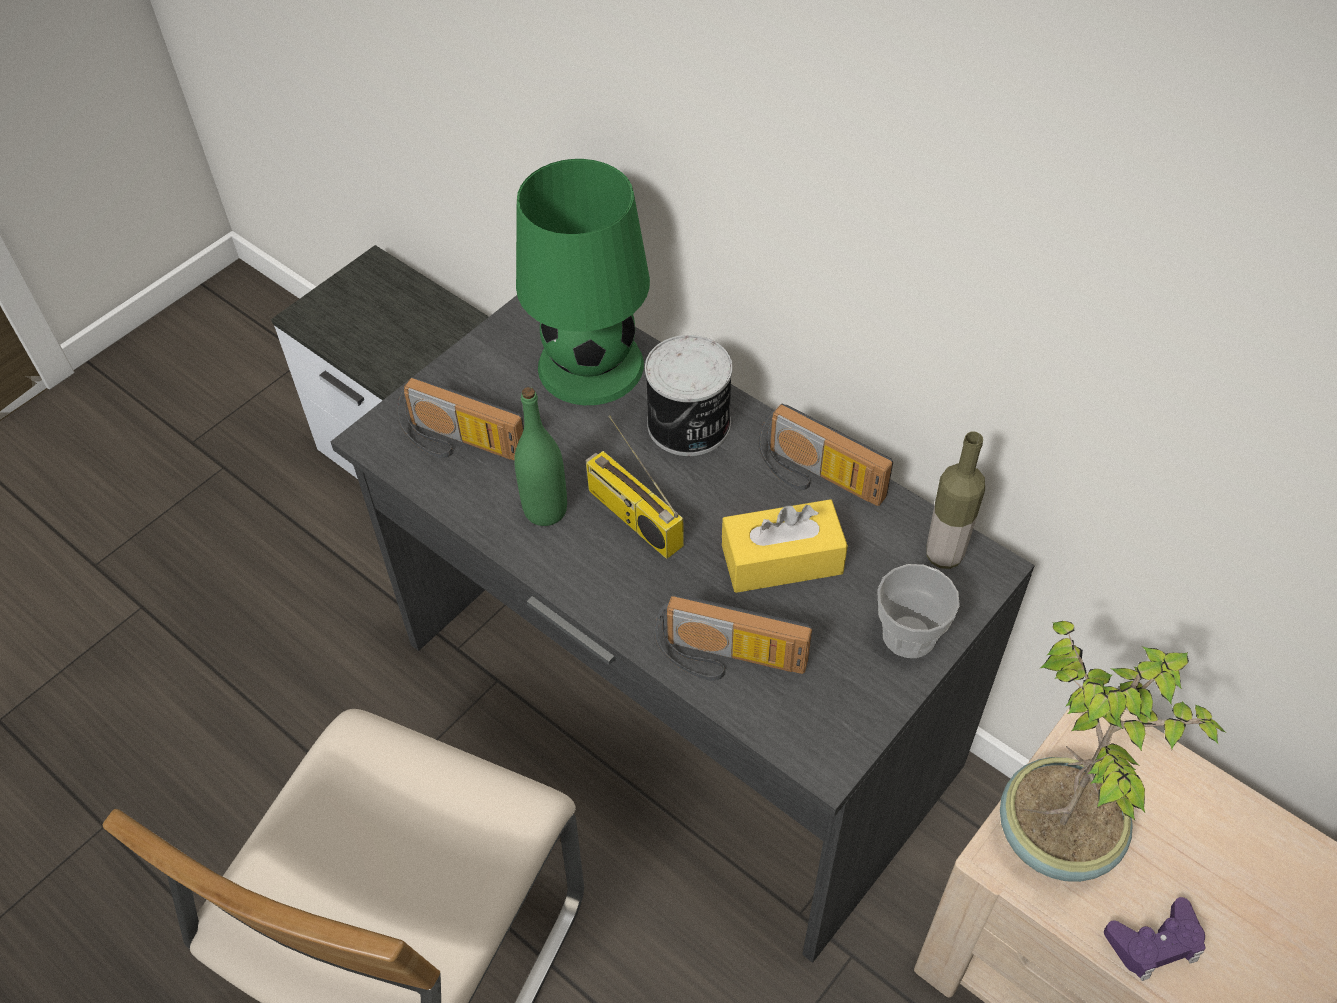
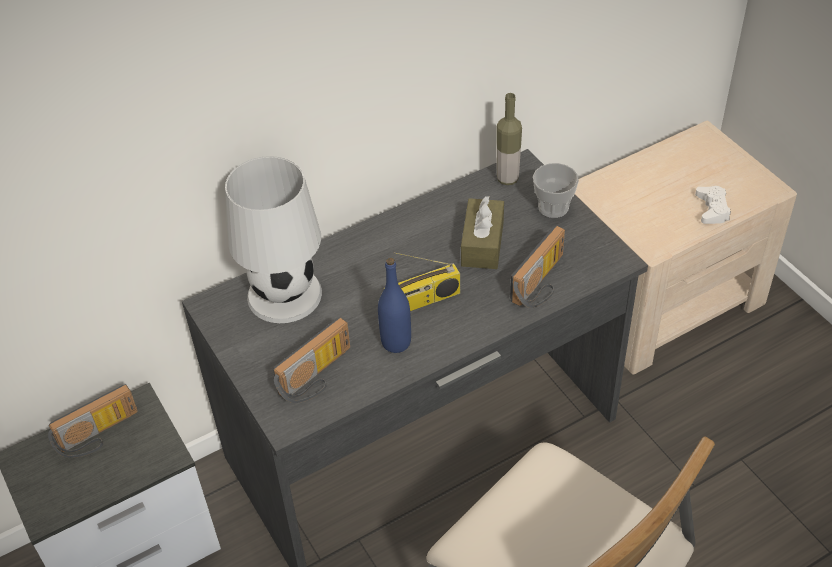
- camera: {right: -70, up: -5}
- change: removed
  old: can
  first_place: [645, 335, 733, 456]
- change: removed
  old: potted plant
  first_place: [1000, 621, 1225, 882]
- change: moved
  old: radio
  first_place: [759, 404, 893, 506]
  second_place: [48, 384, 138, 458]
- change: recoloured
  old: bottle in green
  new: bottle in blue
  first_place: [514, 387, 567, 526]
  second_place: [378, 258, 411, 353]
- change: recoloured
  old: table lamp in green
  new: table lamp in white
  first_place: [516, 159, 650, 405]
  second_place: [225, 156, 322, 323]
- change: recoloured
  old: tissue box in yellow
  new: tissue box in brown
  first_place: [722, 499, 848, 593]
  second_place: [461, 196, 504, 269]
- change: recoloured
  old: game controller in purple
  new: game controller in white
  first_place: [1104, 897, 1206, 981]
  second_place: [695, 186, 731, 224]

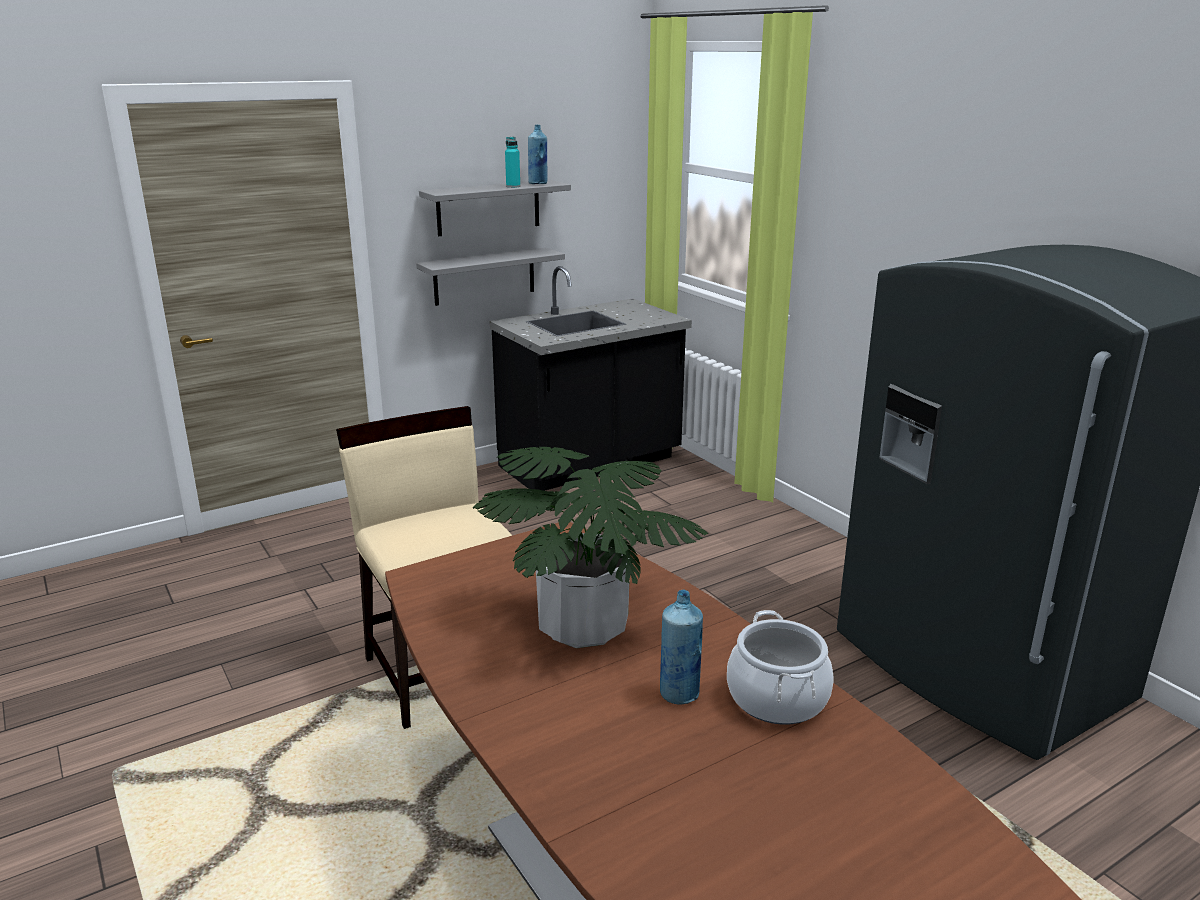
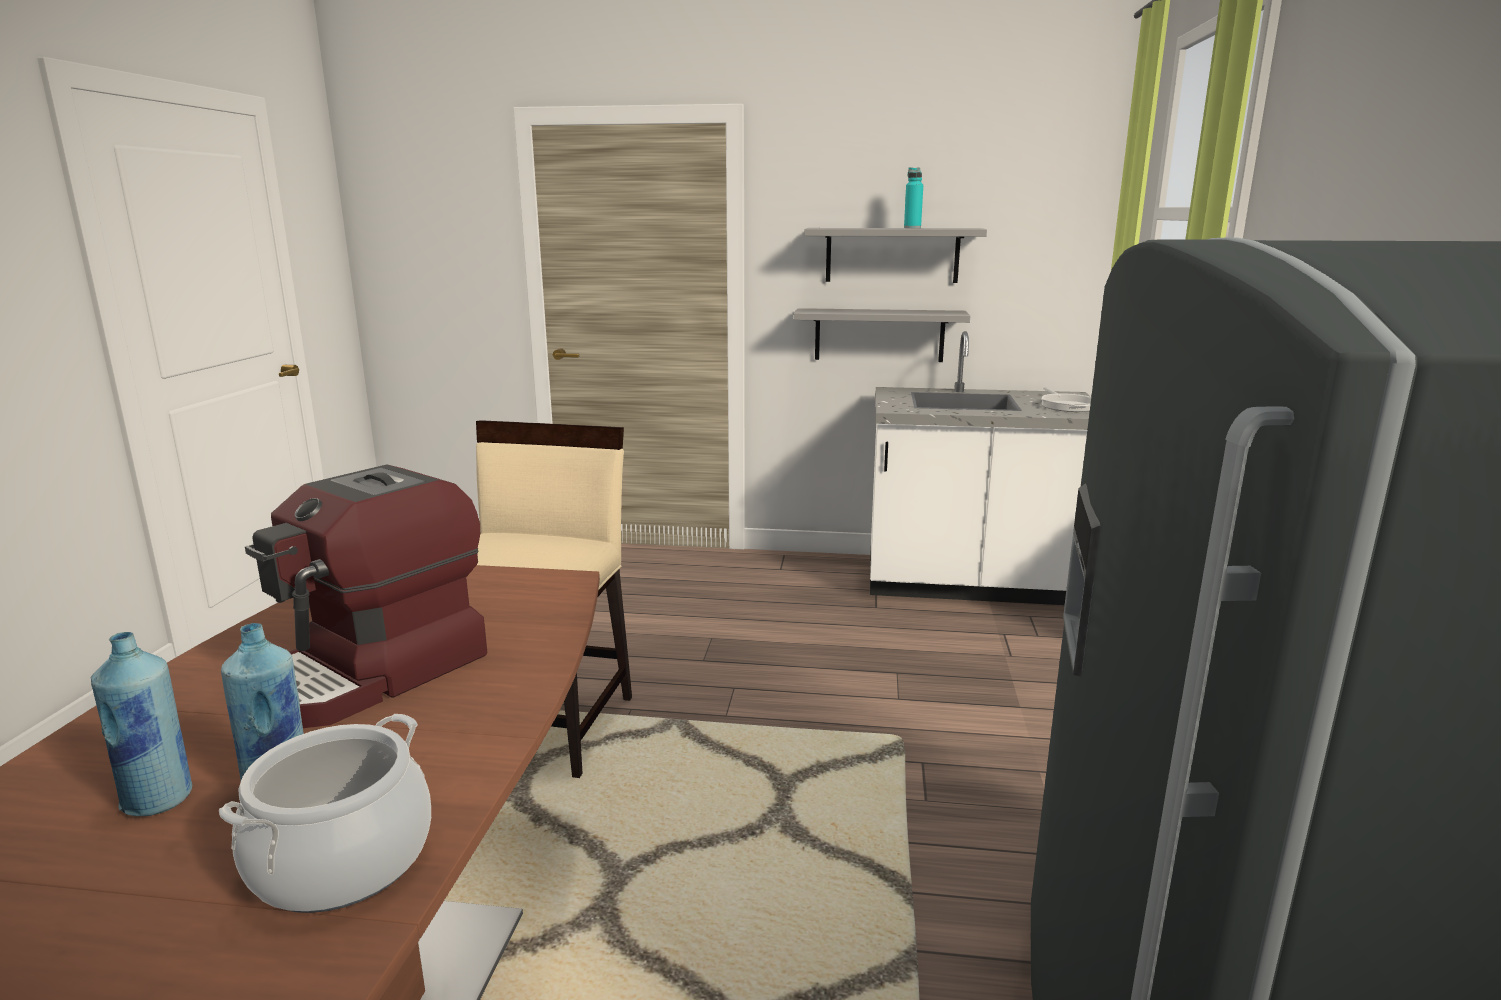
- camera: {right: 40, up: -5}
- change: added
  new: frying pan
  second_place: [1041, 387, 1091, 412]
- change: moved
  old: bottle in blue
  first_place: [528, 125, 547, 184]
  second_place: [90, 632, 192, 816]
- change: replaced
  old: potted plant
  new: coffee machine
  first_place: [473, 447, 708, 648]
  second_place: [245, 464, 487, 728]
- change: recoloured
  old: counter in black
  new: counter in white
  first_place: [490, 266, 692, 491]
  second_place: [870, 331, 1091, 605]

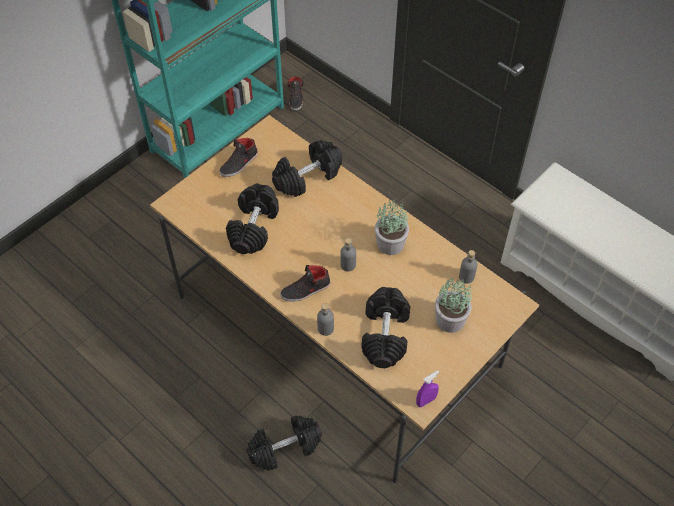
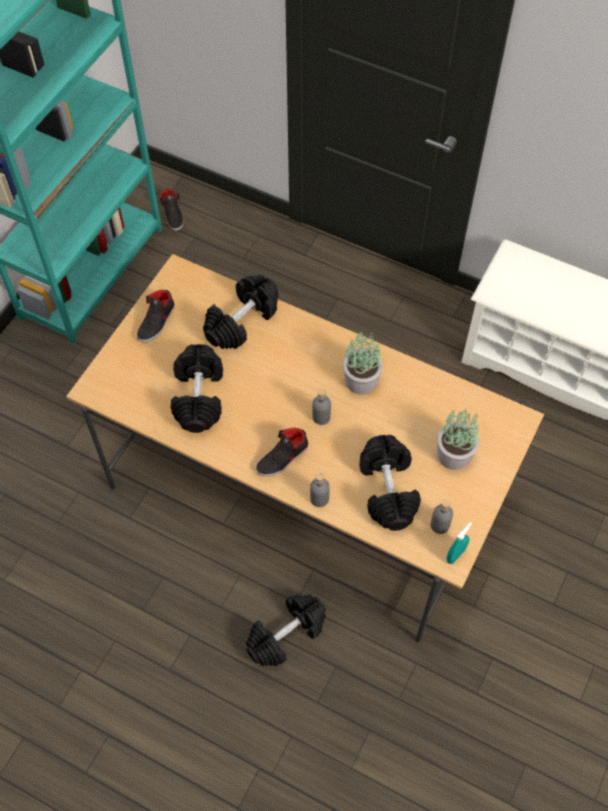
- camera: {right: -15, up: 5}
- change: moved
  old: bottle in grey
  first_place: [459, 250, 478, 284]
  second_place: [431, 500, 453, 534]
- change: recoloured
  old: spray bottle in purple
  new: spray bottle in turquoise
  first_place: [416, 370, 439, 407]
  second_place: [446, 522, 472, 564]

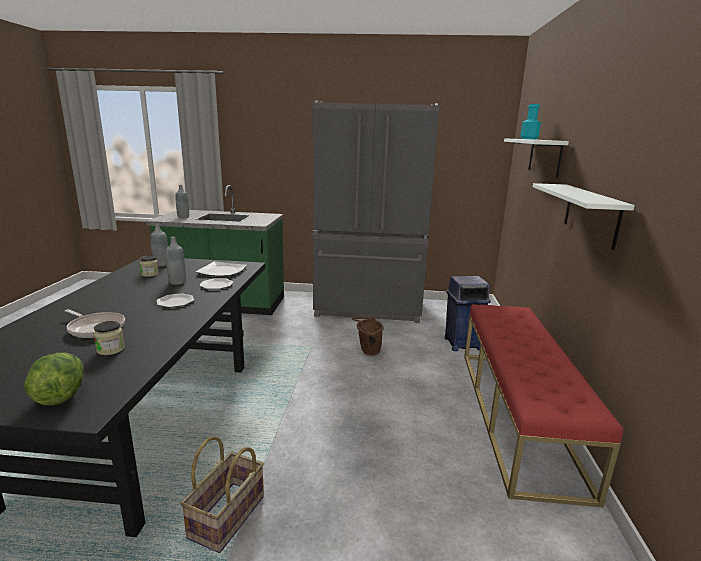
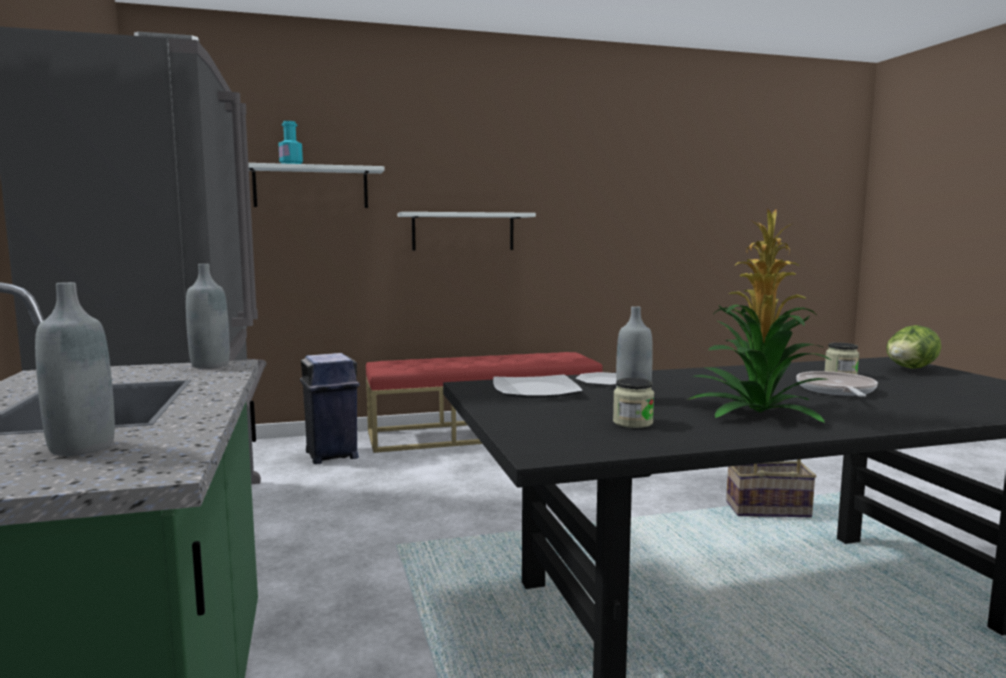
- camera: {right: -110, up: -10}
- change: removed
  old: plate
  first_place: [156, 294, 194, 308]
- change: removed
  old: bucket in brown
  first_place: [352, 316, 384, 356]
- change: added
  new: potted plant
  second_place: [687, 208, 832, 423]
- change: moved
  old: bottle in grey
  first_place: [150, 223, 168, 266]
  second_place: [186, 264, 230, 368]

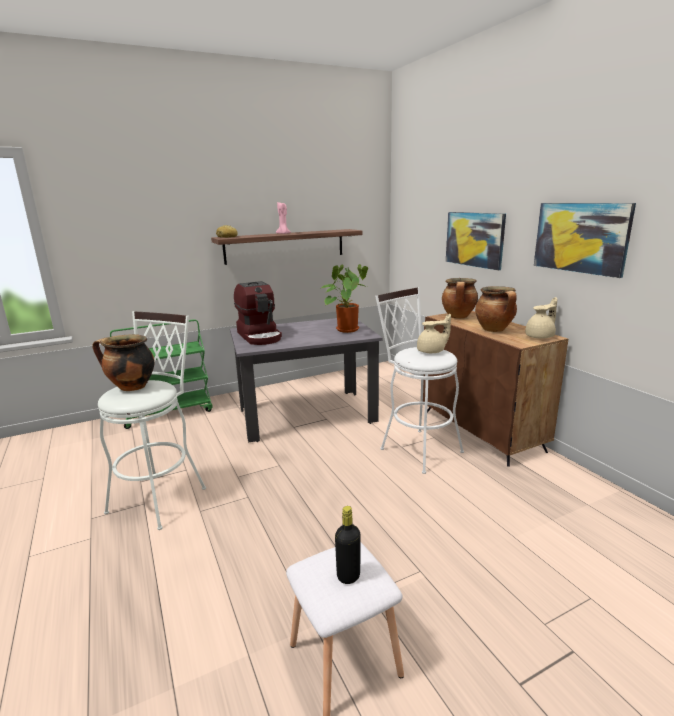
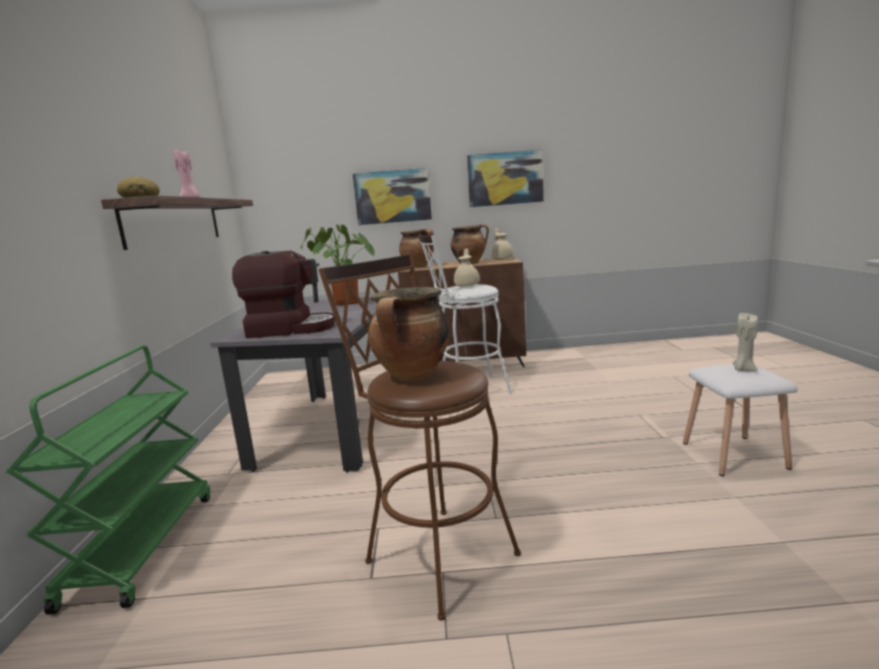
- camera: {right: -65, up: -5}
- change: replaced
  old: bottle in black
  new: candle in beige
  first_place: [335, 506, 361, 584]
  second_place: [732, 313, 758, 371]
- change: recoloured
  old: stool in white
  new: stool in brown
  first_place: [98, 311, 206, 530]
  second_place: [318, 254, 521, 621]

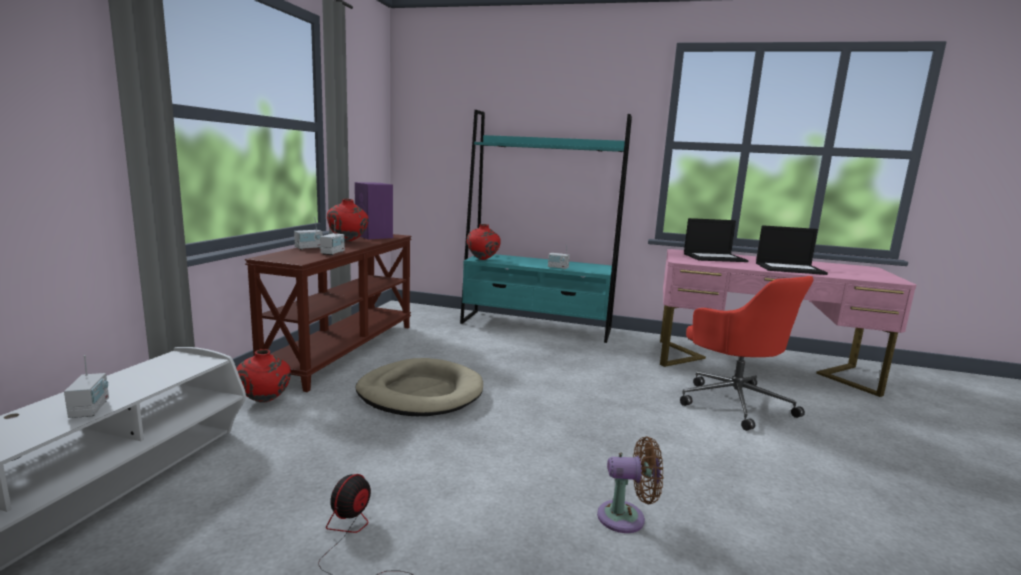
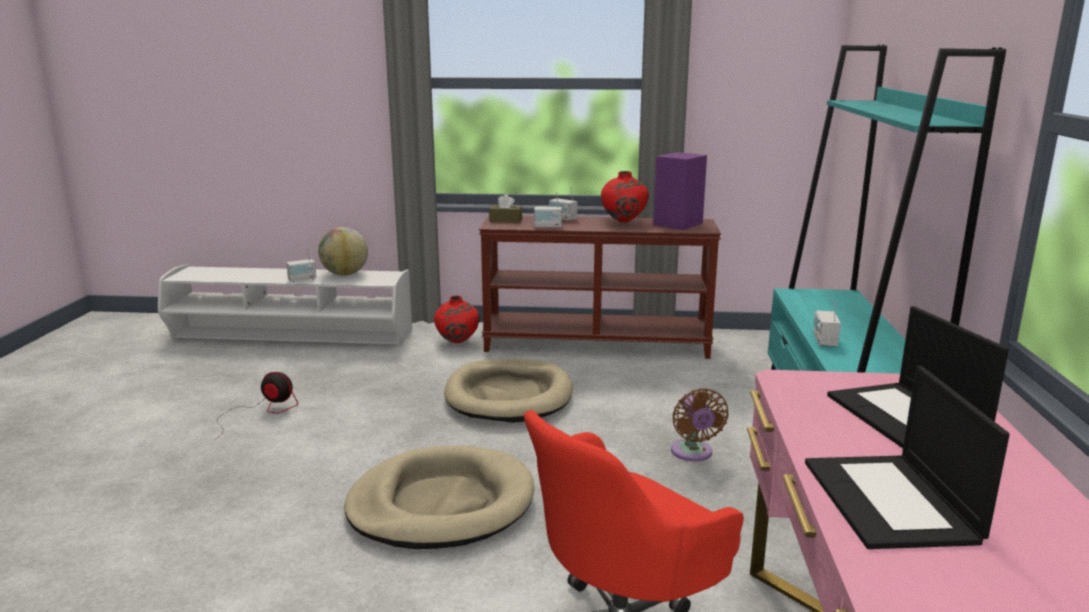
- camera: {right: 80, up: 5}
- change: removed
  old: vase in red
  first_place: [467, 224, 501, 260]
- change: added
  new: globe
  second_place: [318, 227, 368, 276]
- change: added
  new: dog bed in beige
  second_place: [345, 446, 534, 549]
- change: added
  new: tissue box in brown
  second_place: [489, 194, 522, 223]
- change: moved
  old: fan in brown
  first_place: [597, 436, 663, 533]
  second_place: [671, 388, 729, 461]

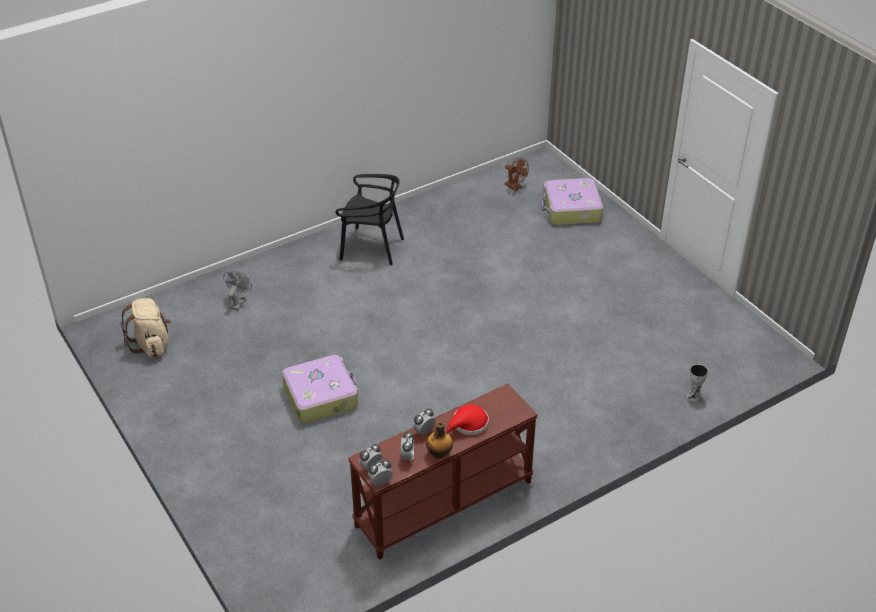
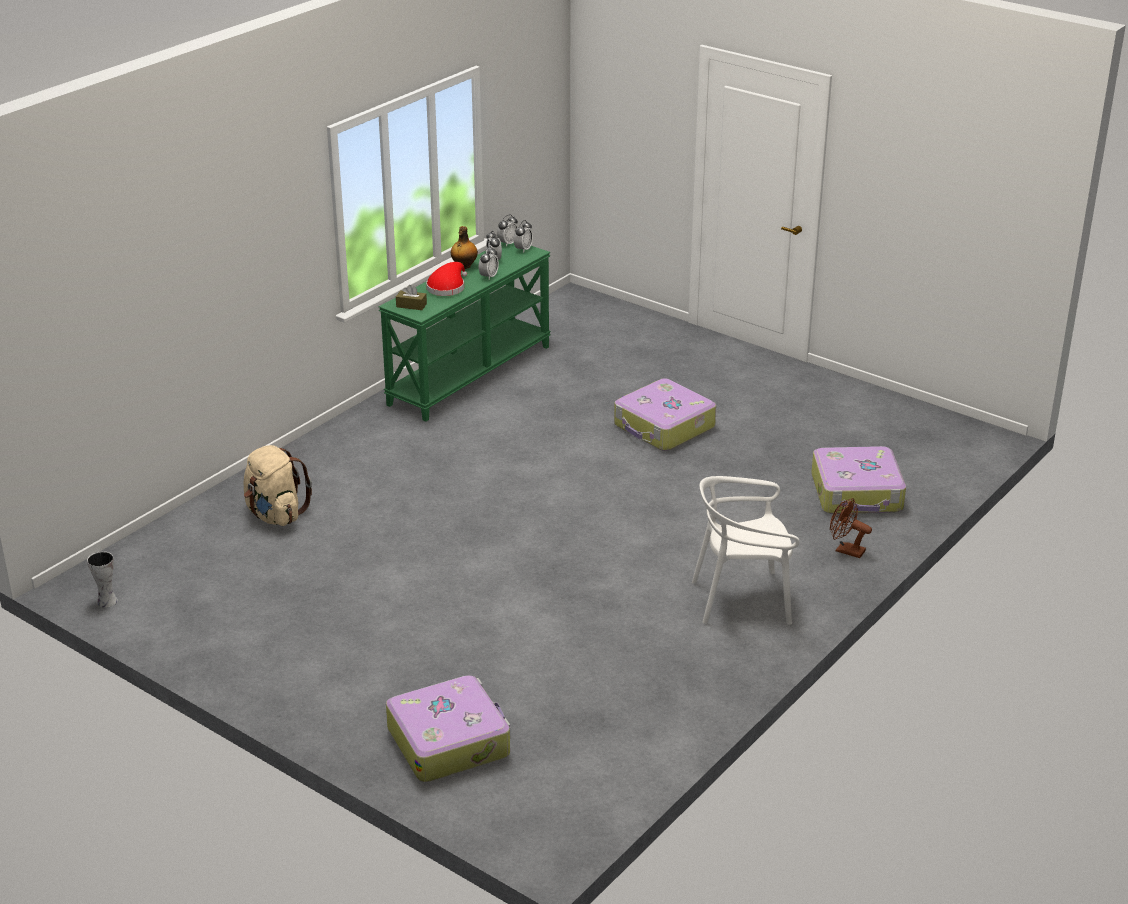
- camera: {right: 160, up: -10}
- change: added
  new: tissue box in brown
  second_place: [396, 285, 427, 310]
- change: moved
  old: backpack in beige
  first_place: [121, 298, 171, 357]
  second_place: [244, 445, 312, 526]
- change: moved
  old: fan in brown
  first_place: [505, 158, 529, 191]
  second_place: [830, 498, 872, 558]
- change: moved
  old: vase
  first_place: [687, 364, 708, 401]
  second_place: [87, 551, 118, 607]
- change: replaced
  old: fan in grey
  new: suitcase
  first_place: [223, 271, 252, 310]
  second_place: [811, 446, 906, 514]
- change: recoloured
  old: chair in black
  new: chair in white
  first_place: [336, 174, 404, 265]
  second_place: [692, 476, 800, 625]
- change: recoloured
  old: console table in brown
  new: console table in green
  first_place: [348, 384, 538, 560]
  second_place: [379, 242, 551, 422]

